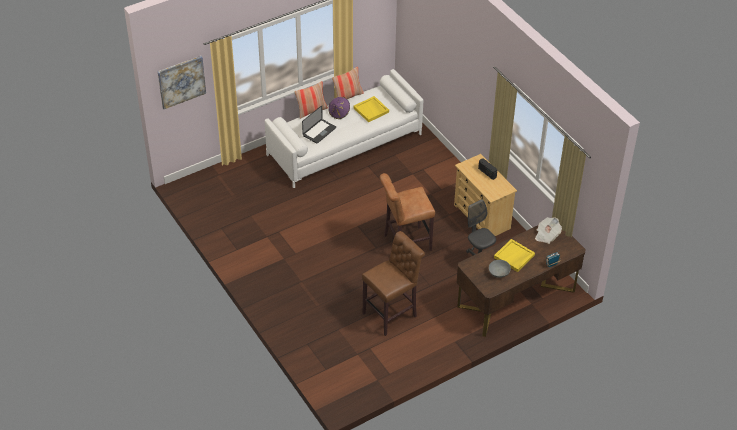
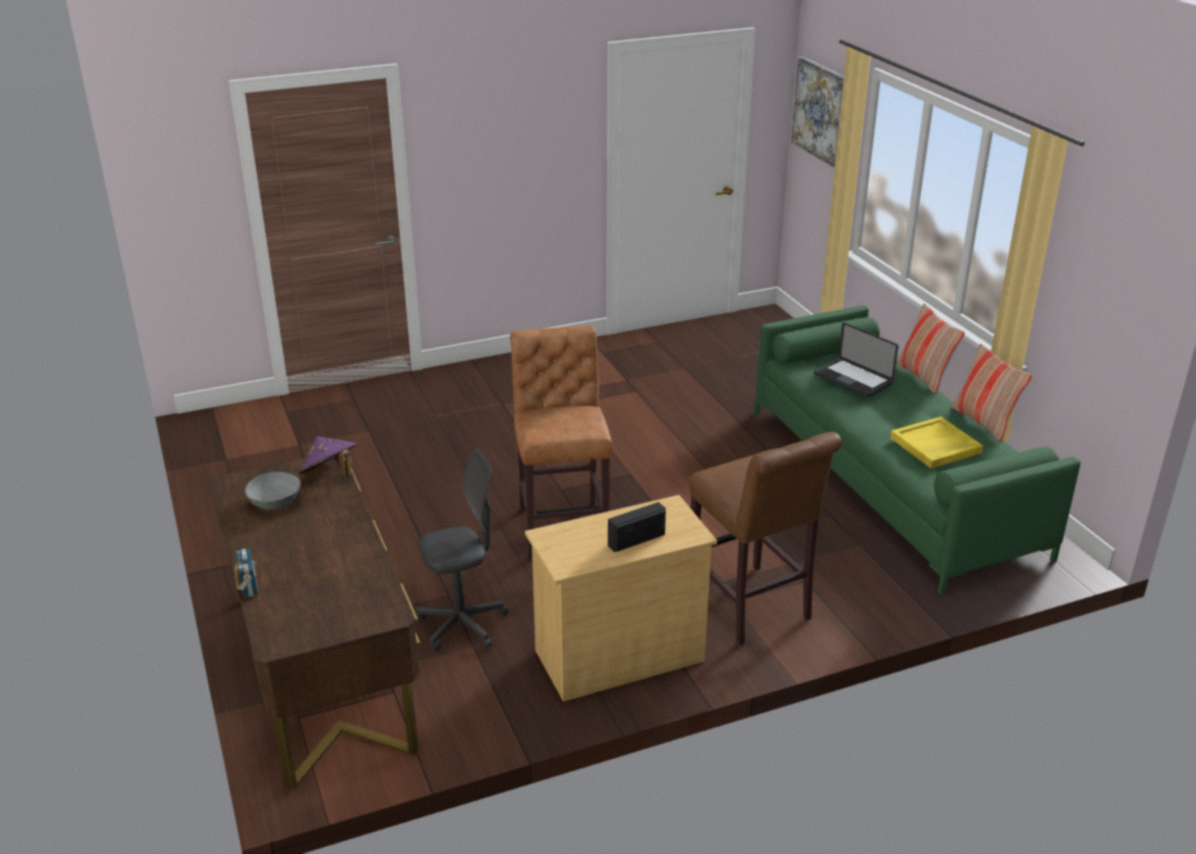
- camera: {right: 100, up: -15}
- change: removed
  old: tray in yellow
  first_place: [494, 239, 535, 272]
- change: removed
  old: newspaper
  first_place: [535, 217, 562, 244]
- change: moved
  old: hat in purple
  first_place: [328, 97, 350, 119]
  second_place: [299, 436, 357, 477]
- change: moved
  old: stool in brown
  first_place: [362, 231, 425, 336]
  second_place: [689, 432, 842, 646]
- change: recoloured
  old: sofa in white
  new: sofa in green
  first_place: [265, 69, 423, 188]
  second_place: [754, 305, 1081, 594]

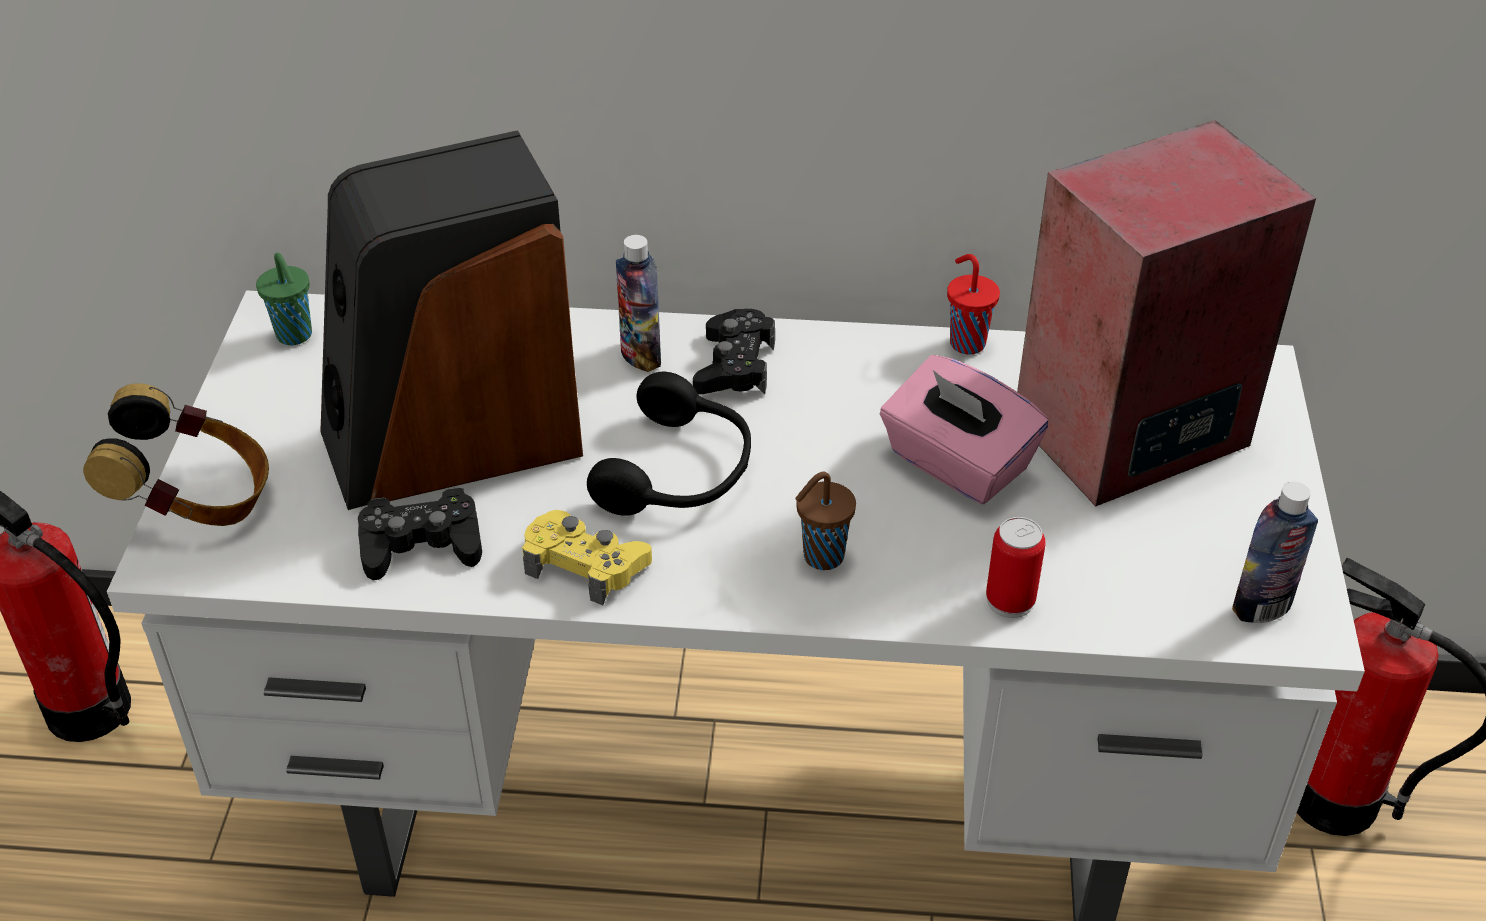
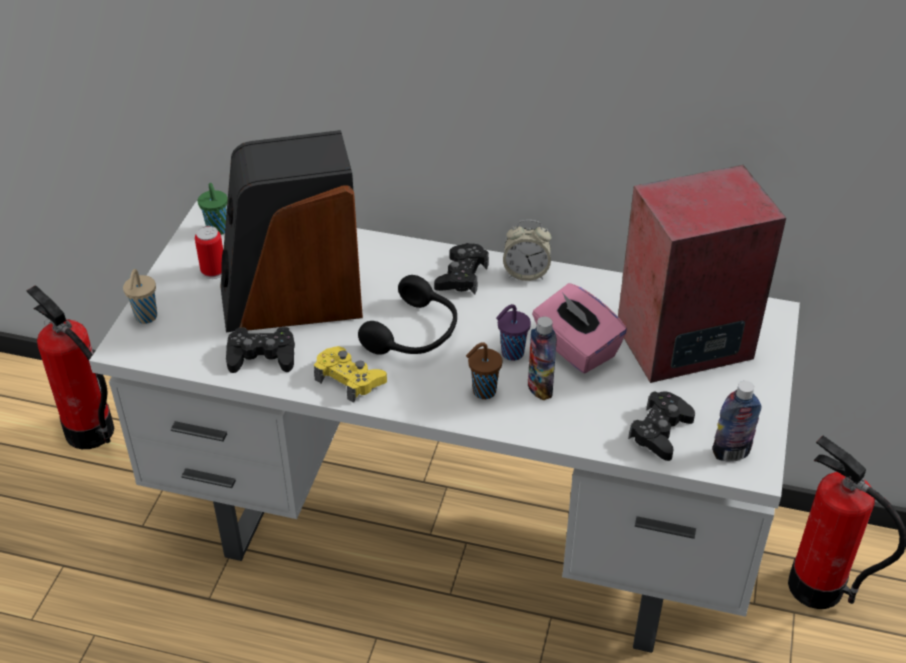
- camera: {right: 10, up: 0}
- change: removed
  old: cup in red
  first_place: [947, 254, 1000, 355]
- change: added
  new: cup in purple
  second_place: [496, 304, 531, 361]
- change: added
  new: alarm clock
  second_place: [503, 220, 551, 281]
- change: added
  new: game controller in black
  second_place: [628, 391, 695, 461]
- change: moved
  old: bottle
  first_place: [616, 235, 661, 372]
  second_place: [528, 317, 557, 400]
- change: moved
  old: can
  first_place: [986, 517, 1046, 618]
  second_place: [195, 226, 223, 279]
- change: replaced
  old: headphones
  new: cup in beige
  first_place: [83, 383, 269, 526]
  second_place: [123, 269, 157, 324]

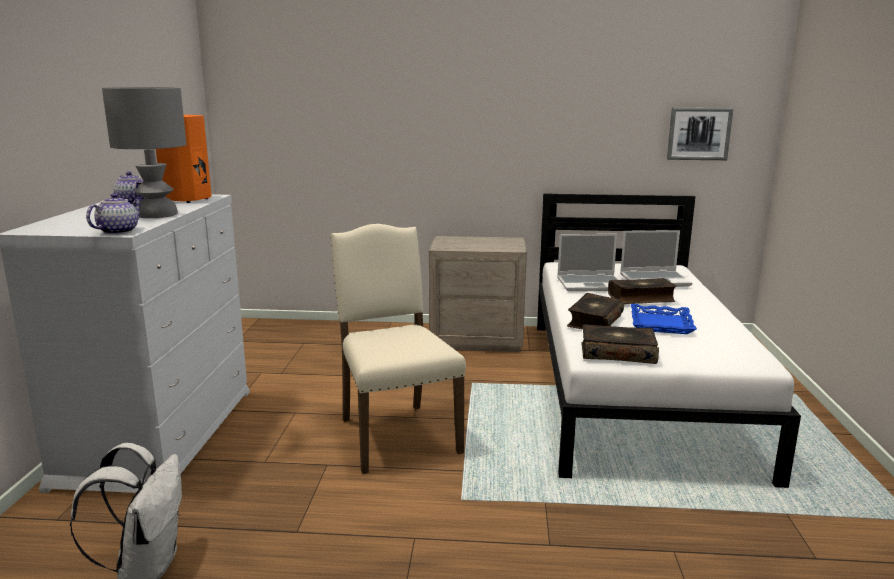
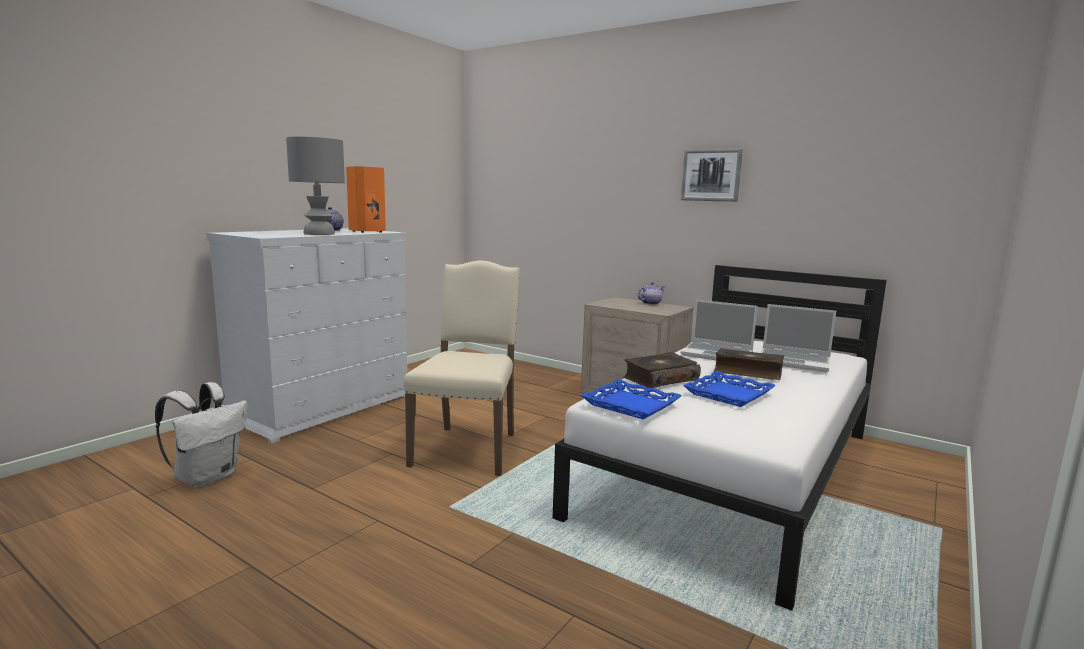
- camera: {right: 30, up: -5}
- change: moved
  old: teapot
  first_place: [86, 193, 142, 234]
  second_place: [638, 282, 665, 305]
- change: moved
  old: picture
  first_place: [667, 108, 733, 160]
  second_place: [681, 149, 743, 202]
- change: replaced
  old: book
  new: tray in blue
  first_place: [582, 324, 659, 364]
  second_place: [581, 379, 682, 420]

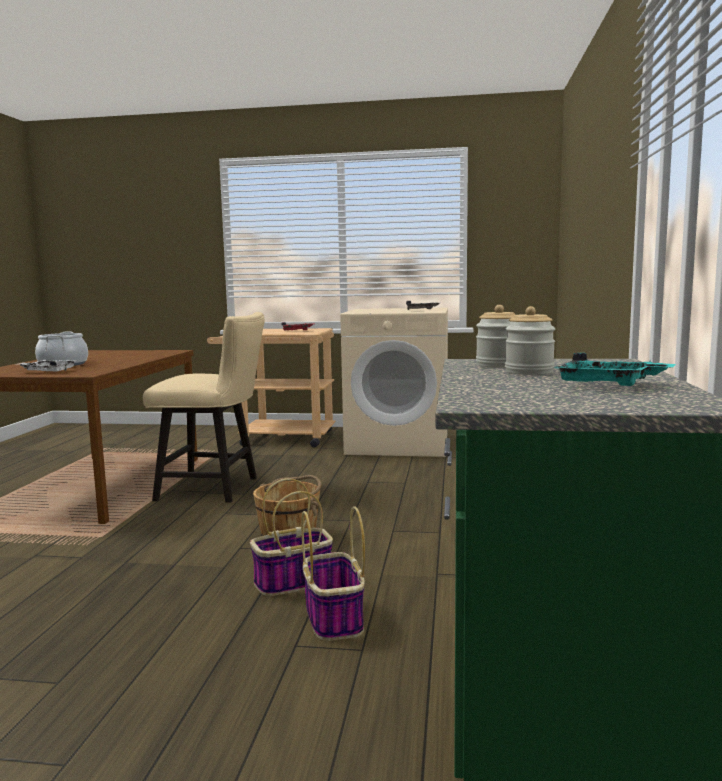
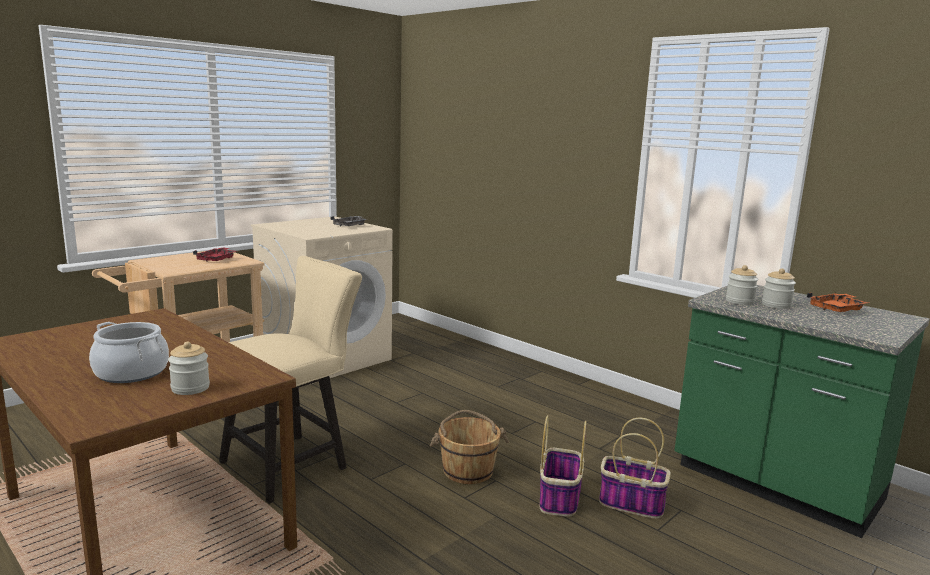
- camera: {right: -55, up: 5}
- change: replaced
  old: tray in white
  new: jar
  first_place: [19, 360, 74, 371]
  second_place: [168, 341, 210, 395]
- change: recoloured
  old: tray in turquoise
  new: tray in orange
  first_place: [554, 353, 676, 386]
  second_place: [807, 293, 869, 312]

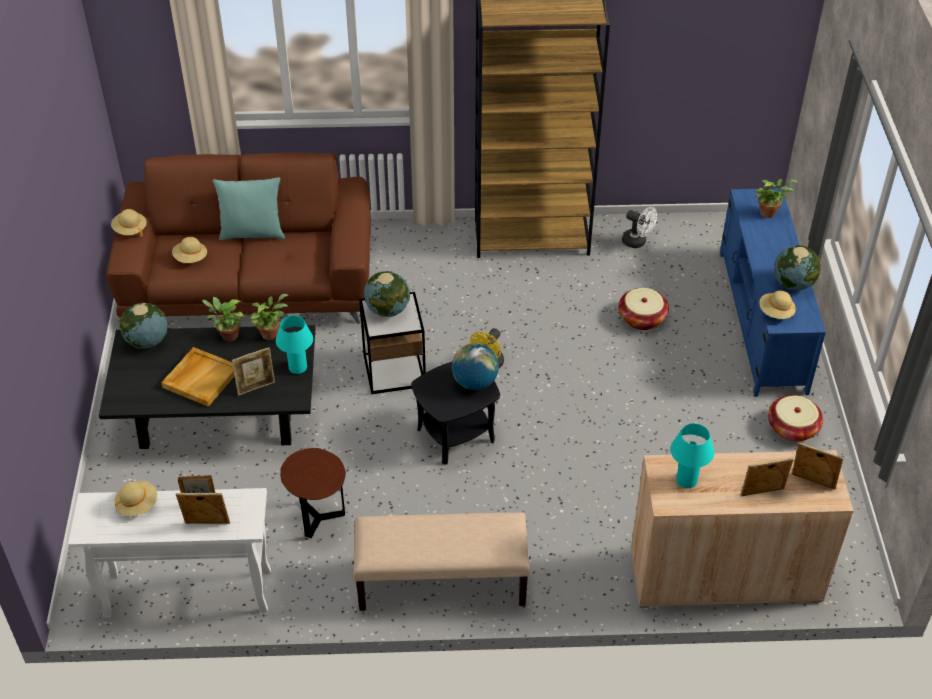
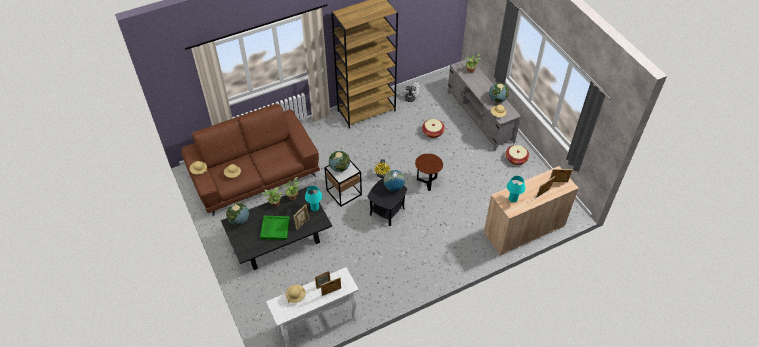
- camera: {right: -25, up: 5}
- change: removed
  old: pillow in turquoise
  first_place: [213, 177, 285, 240]
- change: removed
  old: bench in beige
  first_place: [353, 512, 530, 611]
- change: moved
  old: side table in brown
  first_place: [280, 448, 346, 538]
  second_place: [415, 154, 443, 191]
- change: recoloured
  old: tray in beige
  new: tray in green
  first_place: [161, 347, 234, 407]
  second_place: [260, 216, 290, 240]
- change: recoloured
  old: tv stand in blue
  new: tv stand in grey
  first_place: [720, 188, 826, 397]
  second_place: [447, 59, 521, 151]

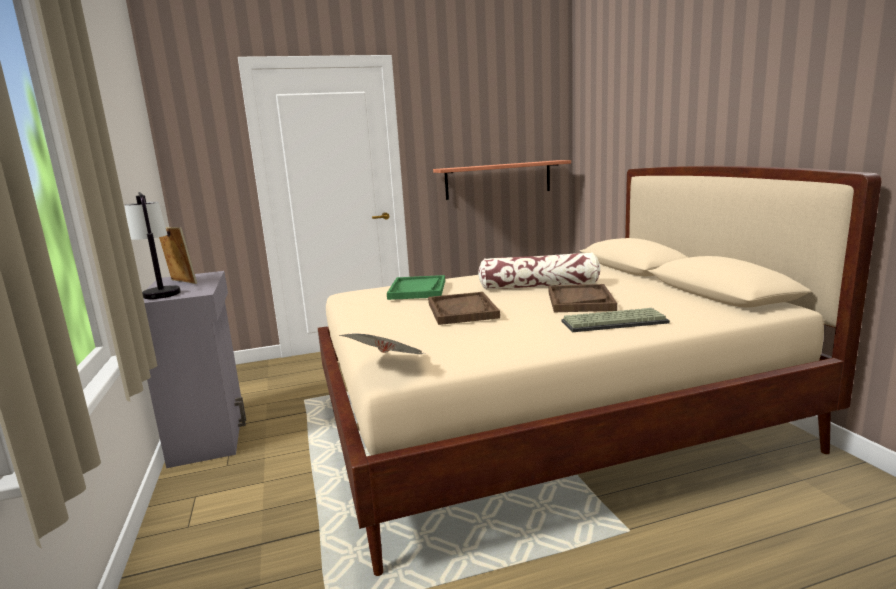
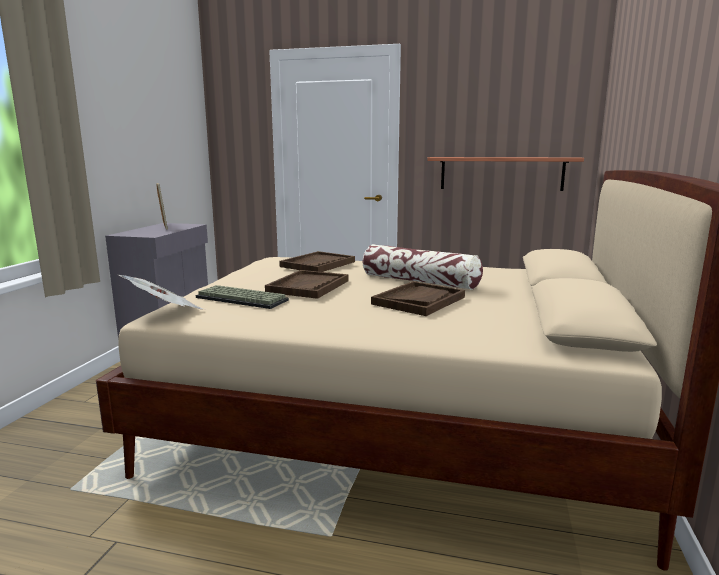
- camera: {right: 30, up: 0}
- change: removed
  old: table lamp
  first_place: [125, 192, 181, 299]
- change: moved
  old: keyboard
  first_place: [561, 308, 670, 332]
  second_place: [196, 285, 289, 309]
- change: recoloured
  old: tray in green
  new: tray in brown
  first_place: [387, 275, 445, 300]
  second_place: [279, 251, 355, 272]

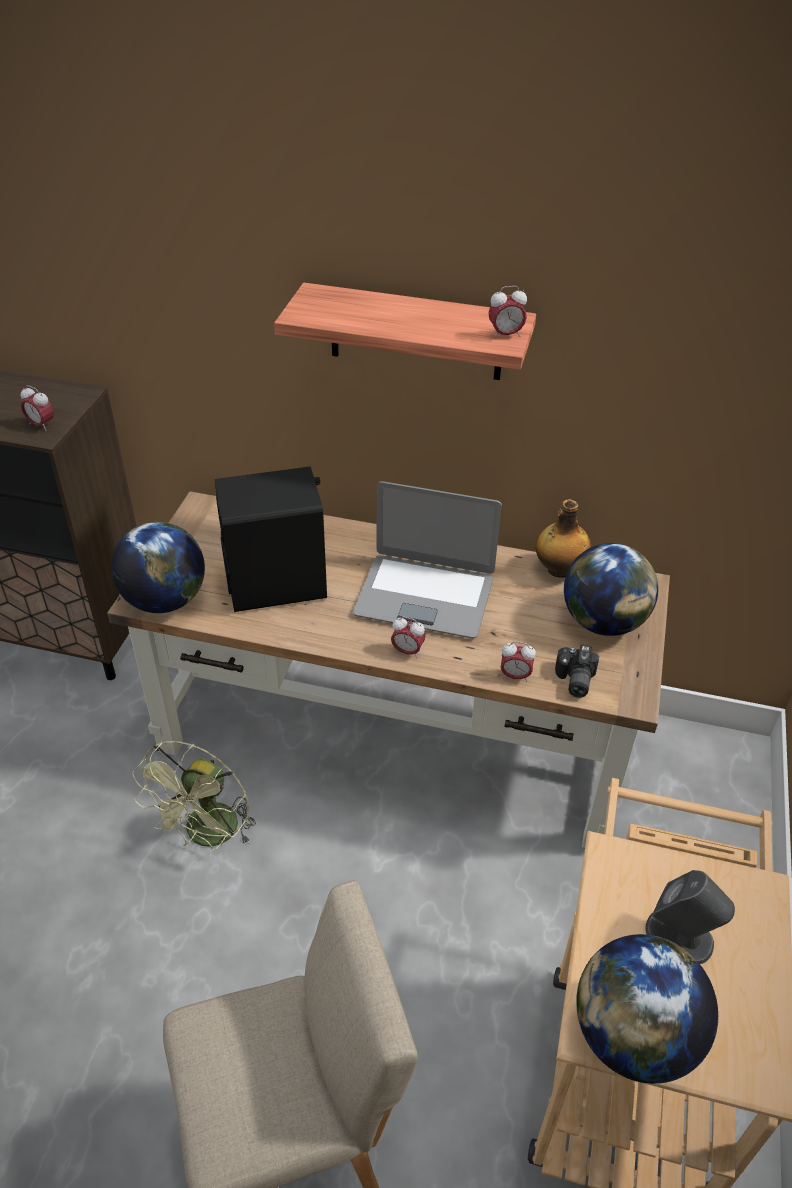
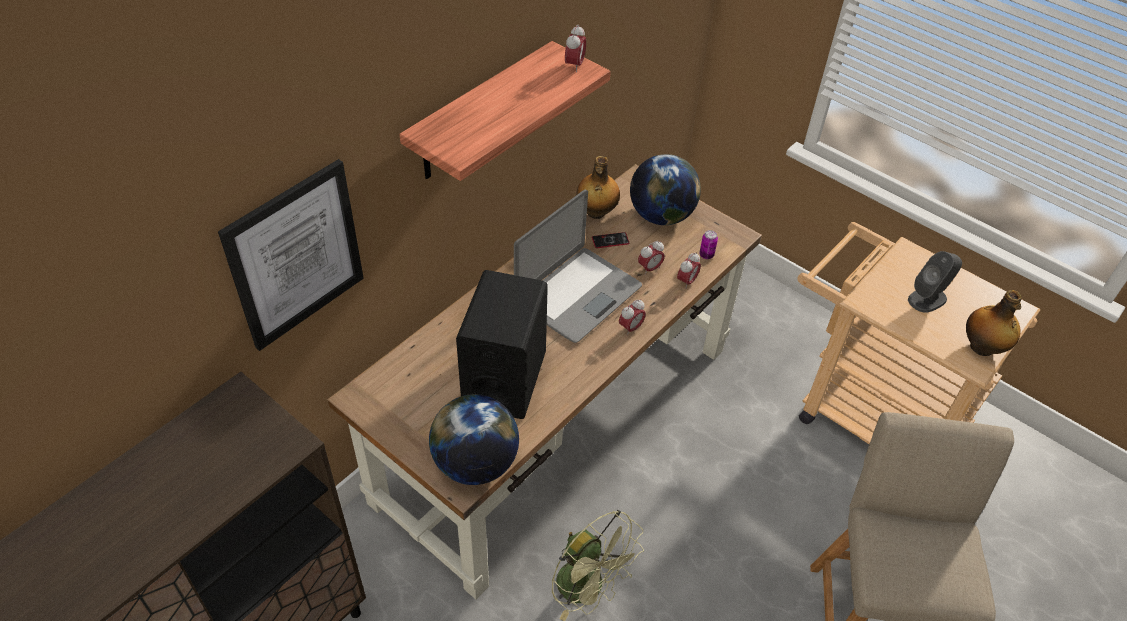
- camera: {right: -65, up: 5}
- change: added
  new: picture
  second_place: [218, 159, 364, 351]
- change: added
  new: phone
  second_place: [592, 232, 629, 248]
- change: moved
  old: alarm clock
  first_place: [21, 385, 54, 431]
  second_place: [638, 241, 665, 275]
- change: replaced
  old: photo camera
  new: can
  first_place: [555, 645, 599, 698]
  second_place: [699, 230, 718, 259]
- change: replaced
  old: globe
  new: bottle
  first_place: [576, 934, 718, 1084]
  second_place: [966, 290, 1022, 356]

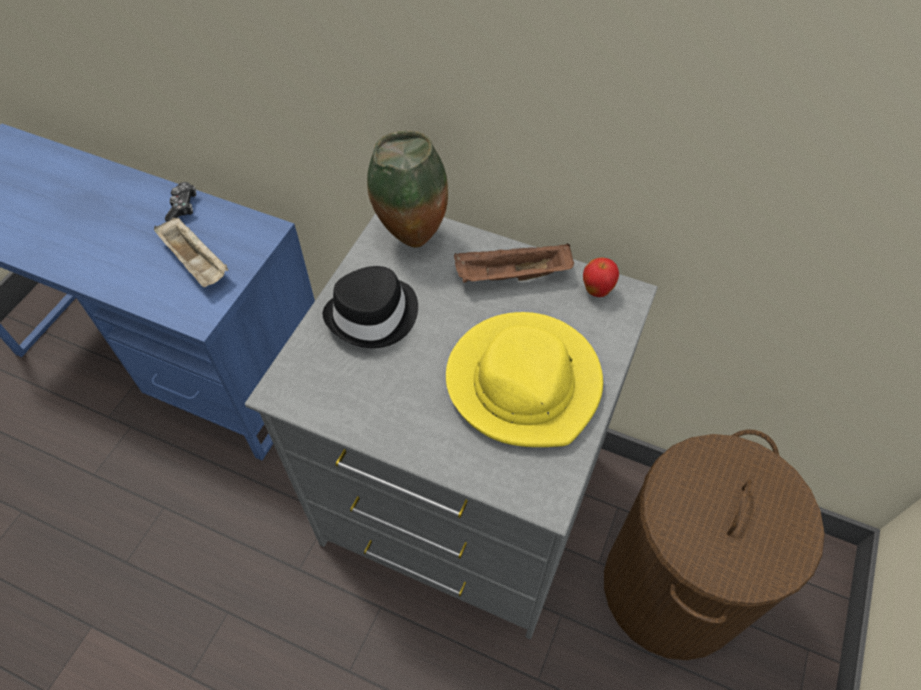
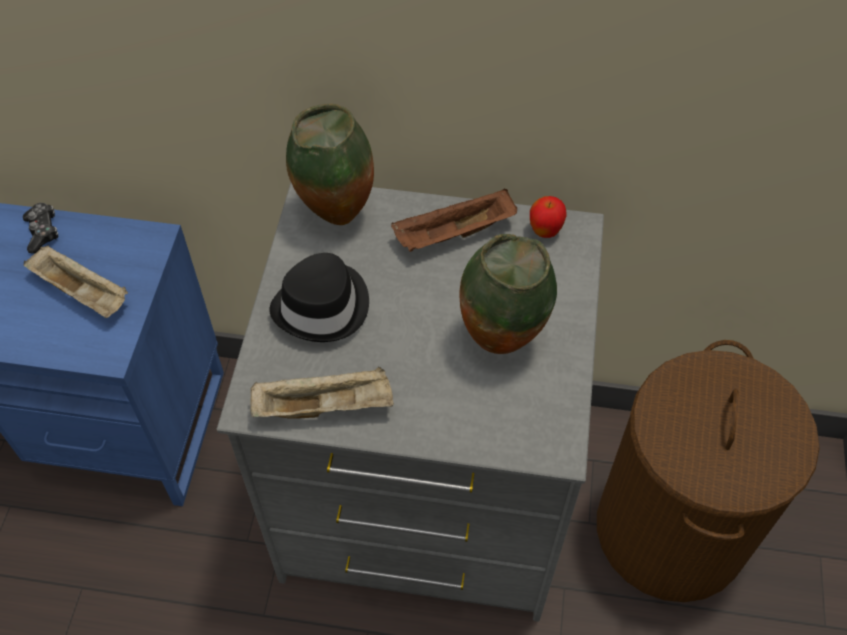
- camera: {right: -15, up: 0}
- change: added
  new: tray in beige
  second_place: [250, 367, 394, 419]
- change: replaced
  old: hat in yellow
  new: vase
  first_place: [446, 312, 603, 447]
  second_place: [460, 234, 557, 354]

